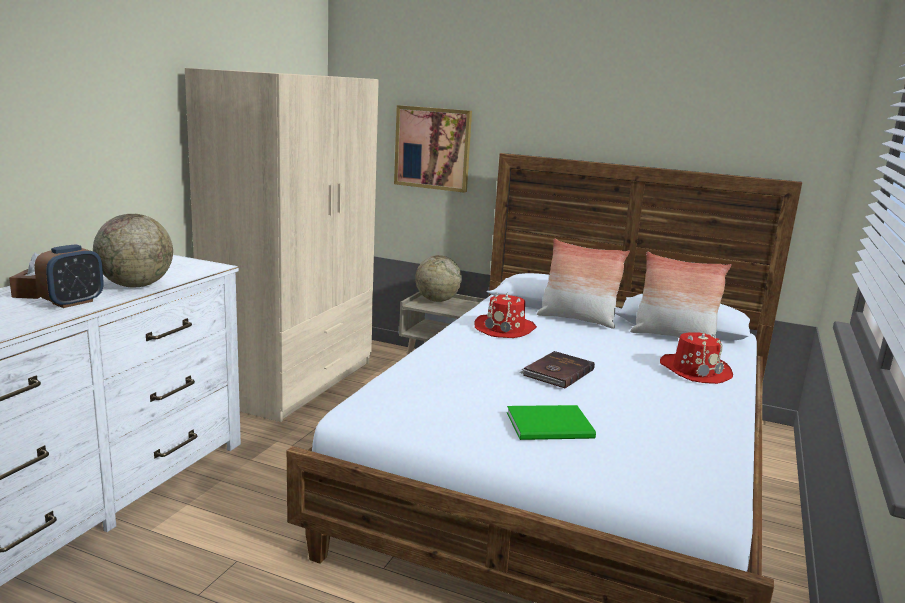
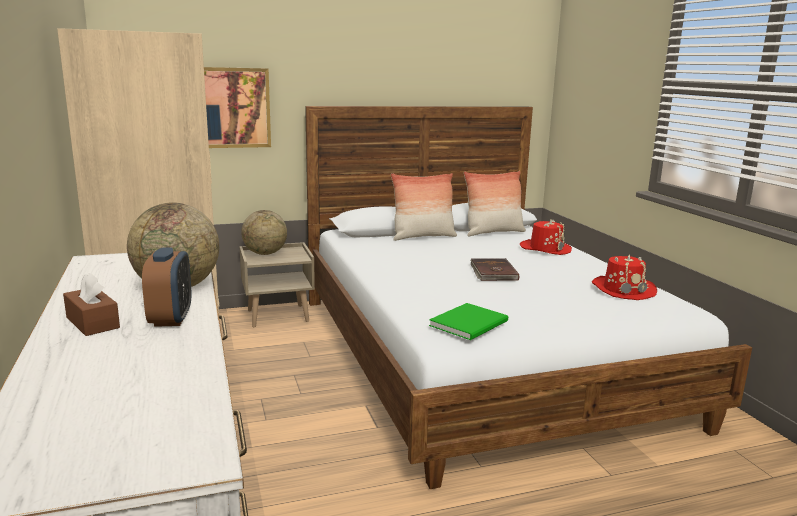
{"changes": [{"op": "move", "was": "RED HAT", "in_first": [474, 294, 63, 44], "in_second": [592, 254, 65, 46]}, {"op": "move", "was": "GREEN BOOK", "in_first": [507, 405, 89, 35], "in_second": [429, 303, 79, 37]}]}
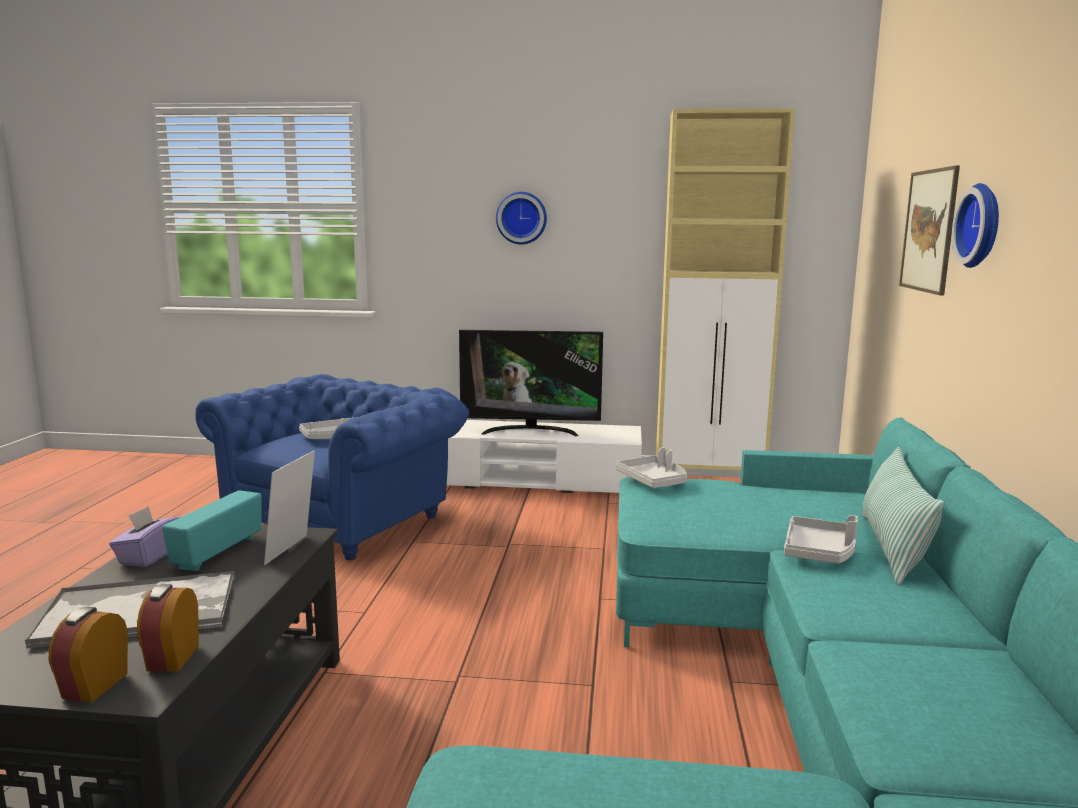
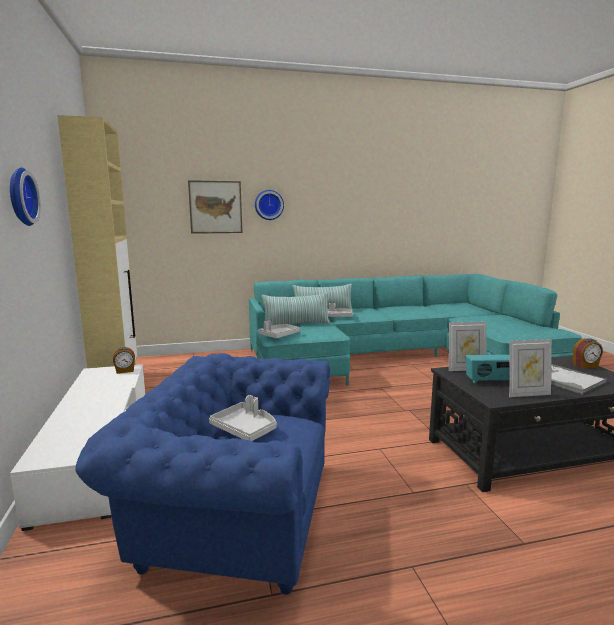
{"changes": [{"op": "delete", "was": "TELEVISION", "in_first": [459, 330, 144, 106]}, {"op": "replace", "was": "PURPLE TISSUE BOX", "now": "PICTURE FRAME", "in_first": [109, 506, 71, 61], "in_second": [509, 339, 43, 58]}, {"op": "move", "was": "ALARM CLOCK", "in_first": [137, 584, 62, 87], "in_second": [113, 347, 22, 27]}, {"op": "insert", "now": "PILLOW", "in_second": [261, 292, 69, 35]}]}
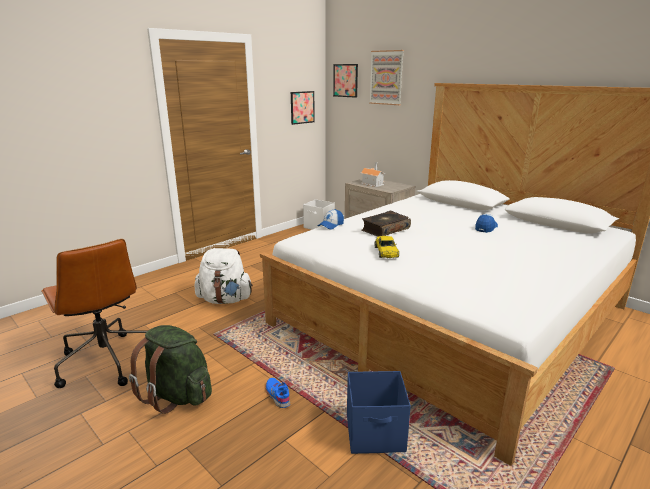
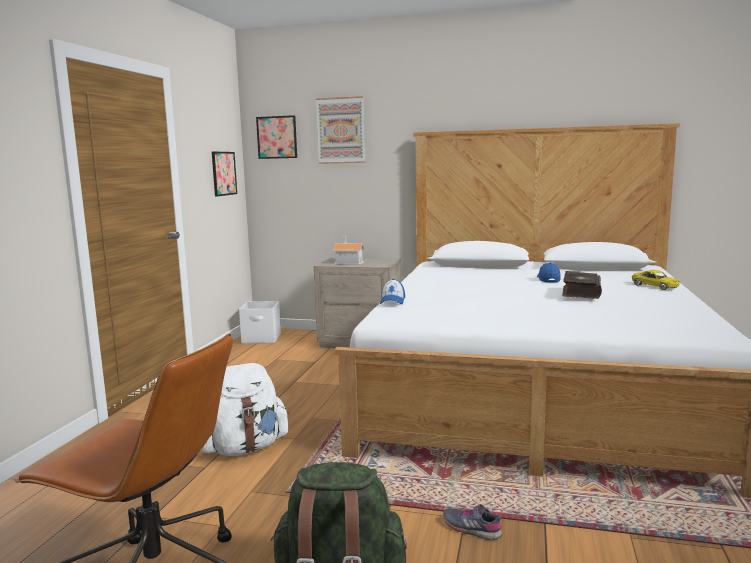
{"changes": [{"op": "move", "was": "BOOK", "in_first": [362, 211, 49, 26], "in_second": [562, 271, 40, 28]}, {"op": "move", "was": "YELLOW TOY CAR", "in_first": [375, 236, 24, 22], "in_second": [632, 270, 48, 20]}, {"op": "delete", "was": "BLUE STORAGE BOX", "in_first": [347, 371, 64, 83]}, {"op": "recolor", "was": "BLUE SHOE", "now": "GREY SHOE", "in_first": [265, 378, 25, 30], "in_second": [443, 504, 59, 36]}]}
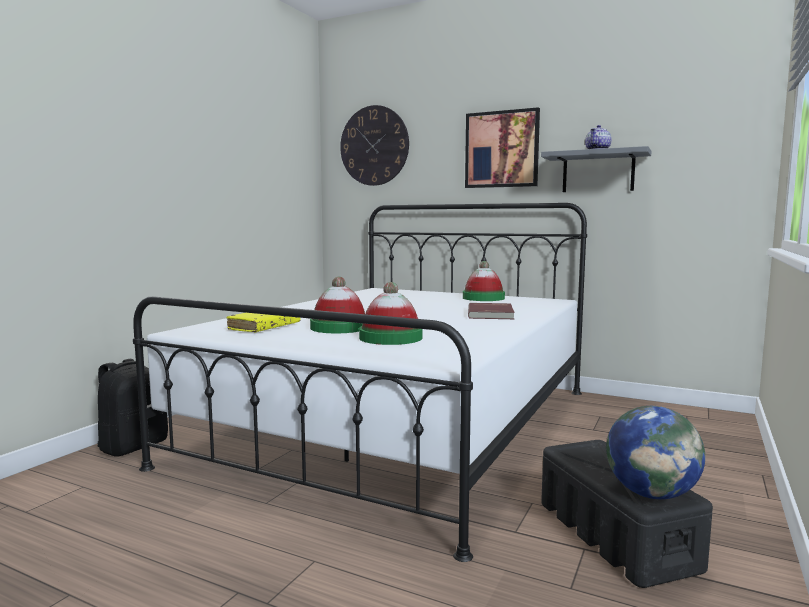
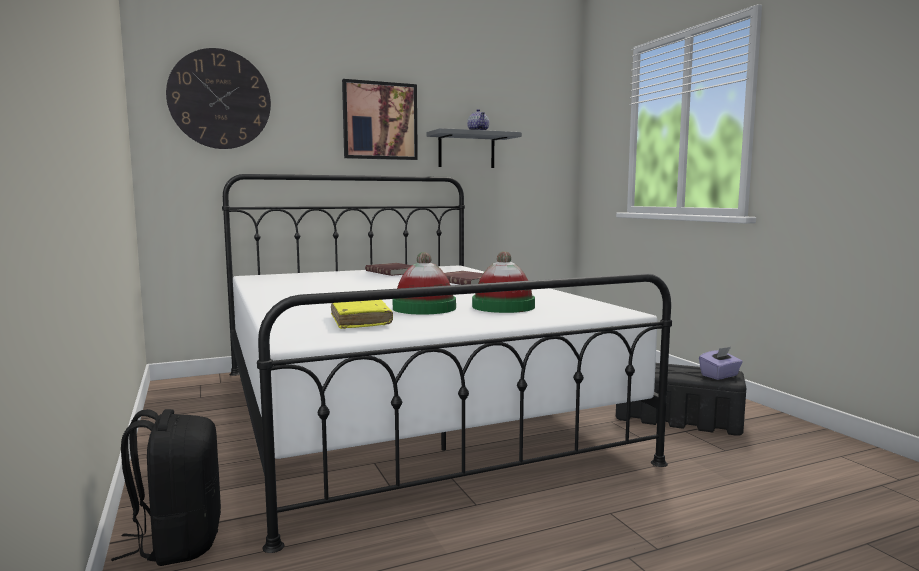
{"changes": [{"op": "replace", "was": "HAT", "now": "RED BOOK", "in_first": [463, 261, 42, 40], "in_second": [365, 263, 47, 13]}, {"op": "replace", "was": "GLOBE", "now": "PURPLE TISSUE BOX", "in_first": [606, 406, 99, 93], "in_second": [699, 347, 44, 33]}]}
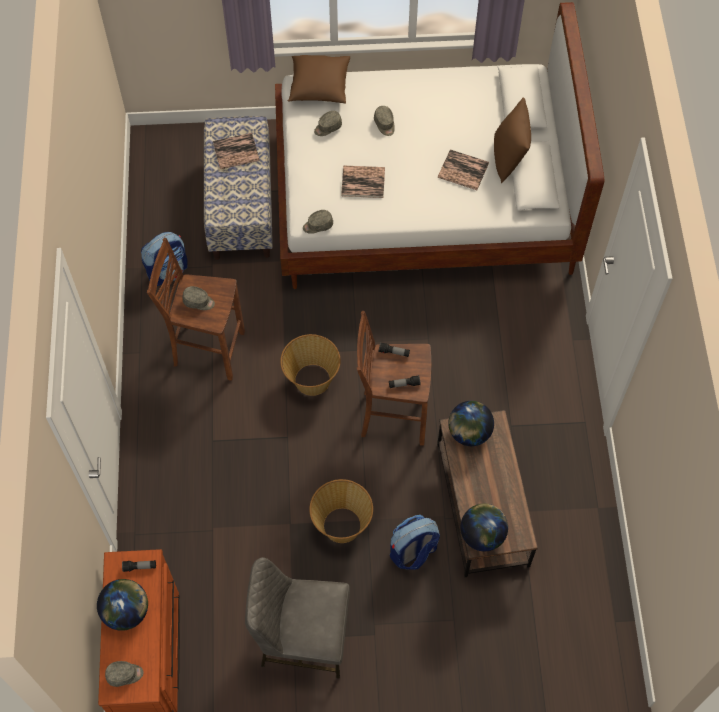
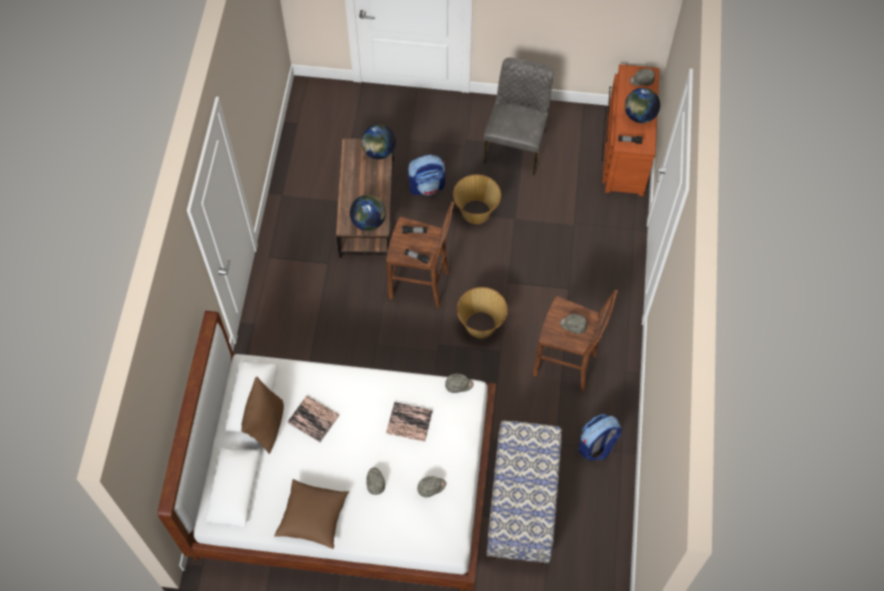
{"changes": [{"op": "move", "was": "BROWN PILLOW", "in_first": [288, 55, 62, 49], "in_second": [274, 479, 75, 70]}, {"op": "delete", "was": "BOOK", "in_first": [213, 133, 47, 36]}, {"op": "rotate", "was": "GREY CHAIR", "in_first": [245, 557, 105, 122], "in_second": [484, 58, 70, 117], "clockwise": -90}]}
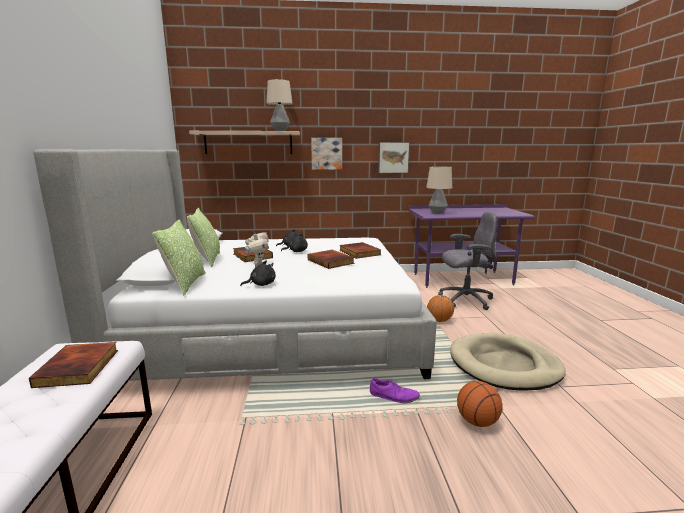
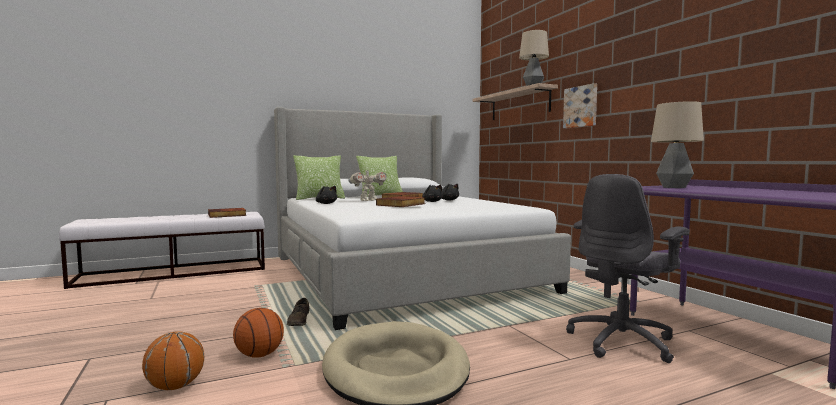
{"changes": [{"op": "delete", "was": "PICTURE", "in_first": [378, 142, 32, 31]}, {"op": "rotate", "was": "GREY OFFICE CHAIR", "in_first": [438, 212, 59, 98], "in_second": [566, 174, 124, 189], "clockwise": 75}, {"op": "delete", "was": "BOOK", "in_first": [339, 242, 42, 17]}, {"op": "move", "was": "BASKETBALL", "in_first": [427, 295, 27, 27], "in_second": [142, 331, 62, 59]}, {"op": "recolor", "was": "PURPLE SHOE", "now": "BROWN SHOE", "in_first": [370, 378, 50, 26], "in_second": [287, 298, 22, 28]}]}
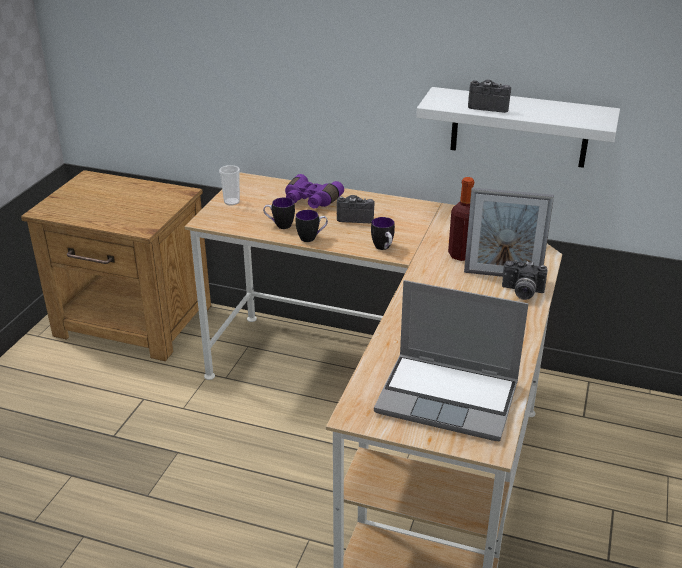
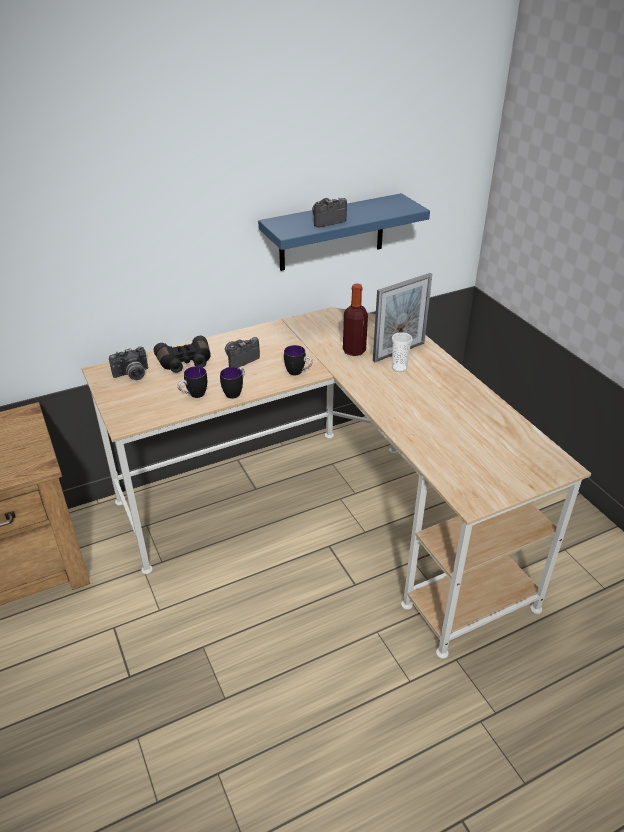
{"changes": [{"op": "recolor", "was": "WHITE SHELF", "now": "BLUE SHELF", "in_first": [416, 87, 204, 81], "in_second": [258, 193, 172, 78]}, {"op": "move", "was": "CUP", "in_first": [219, 165, 21, 40], "in_second": [392, 332, 21, 40]}, {"op": "recolor", "was": "PURPLE BINOCULARS", "now": "BLACK BINOCULARS", "in_first": [285, 174, 59, 35], "in_second": [154, 336, 57, 37]}, {"op": "move", "was": "PHOTO CAMERA", "in_first": [502, 260, 46, 40], "in_second": [109, 347, 39, 33]}, {"op": "delete", "was": "LAPTOP", "in_first": [374, 280, 154, 161]}]}
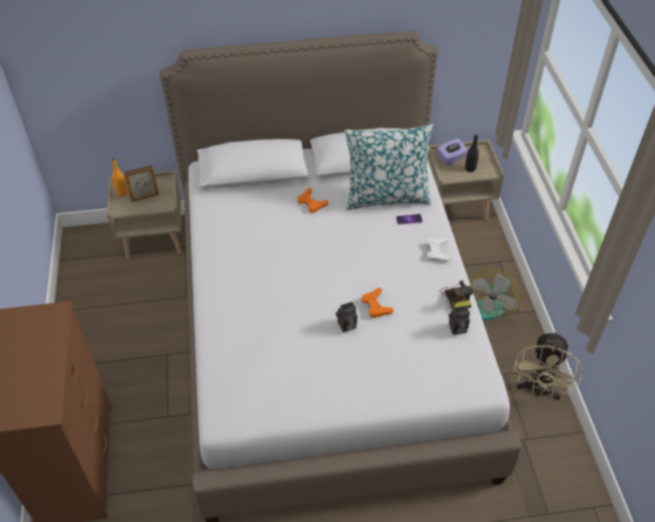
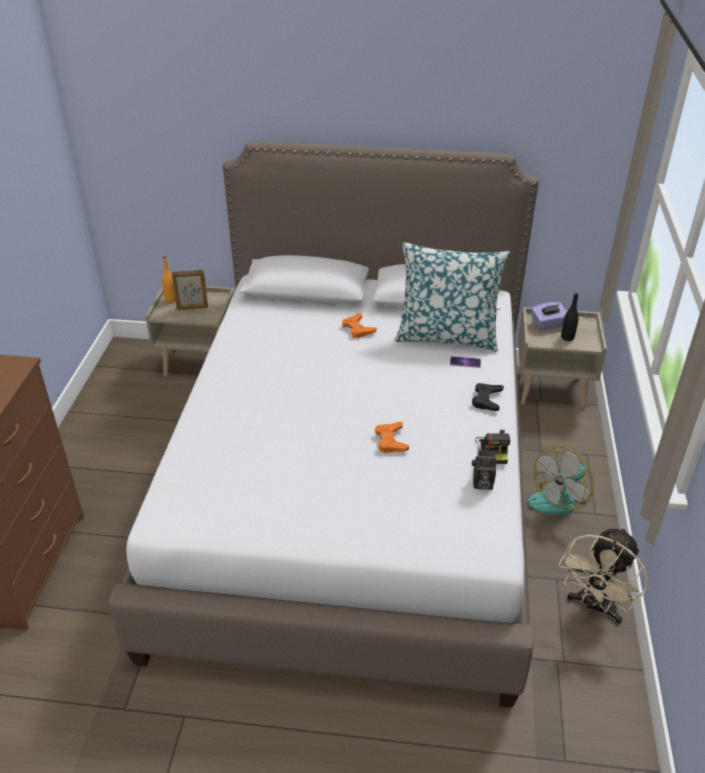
{"changes": [{"op": "recolor", "was": "WHITE GAME CONTROLLER", "now": "BLACK GAME CONTROLLER", "in_first": [426, 237, 25, 25], "in_second": [472, 383, 32, 28]}, {"op": "delete", "was": "PHOTO CAMERA", "in_first": [336, 302, 21, 30]}]}
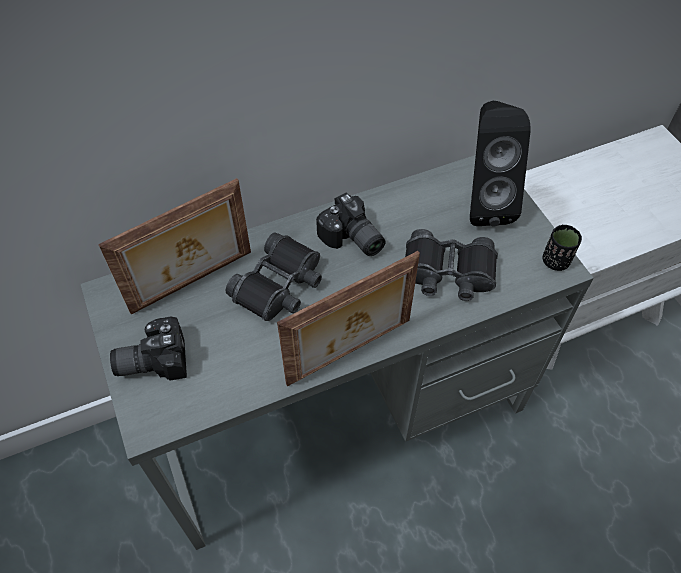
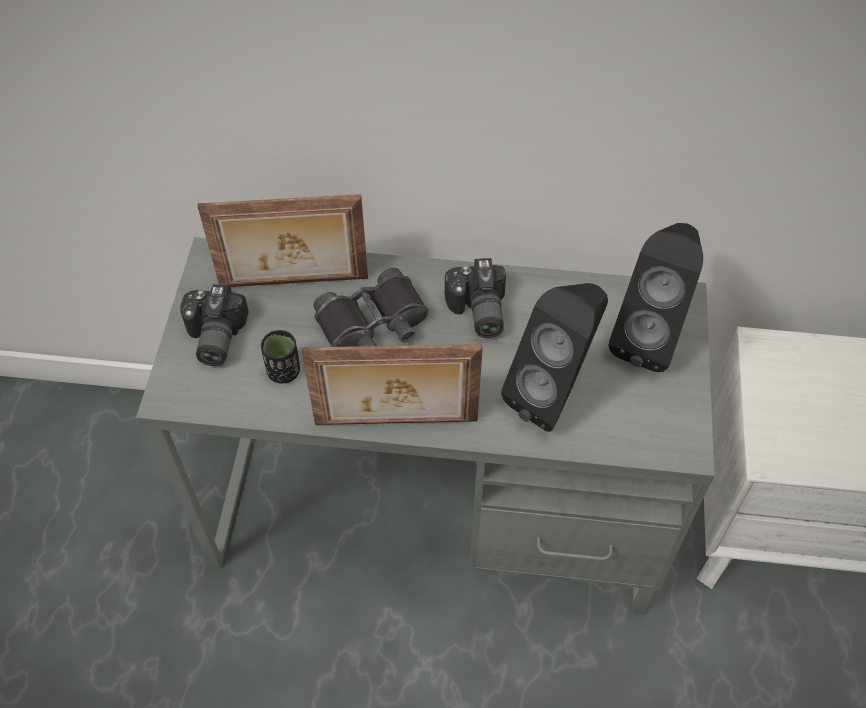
{"changes": [{"op": "move", "was": "BLACK CUP", "in_first": [543, 225, 39, 46], "in_second": [261, 330, 39, 54]}, {"op": "replace", "was": "BLACK BINOCULARS", "now": "BLACK SPEAKER", "in_first": [405, 229, 93, 72], "in_second": [501, 283, 107, 149]}, {"op": "rotate", "was": "PHOTO CAMERA", "in_first": [110, 317, 77, 63], "in_second": [180, 284, 69, 82], "clockwise": -105}]}
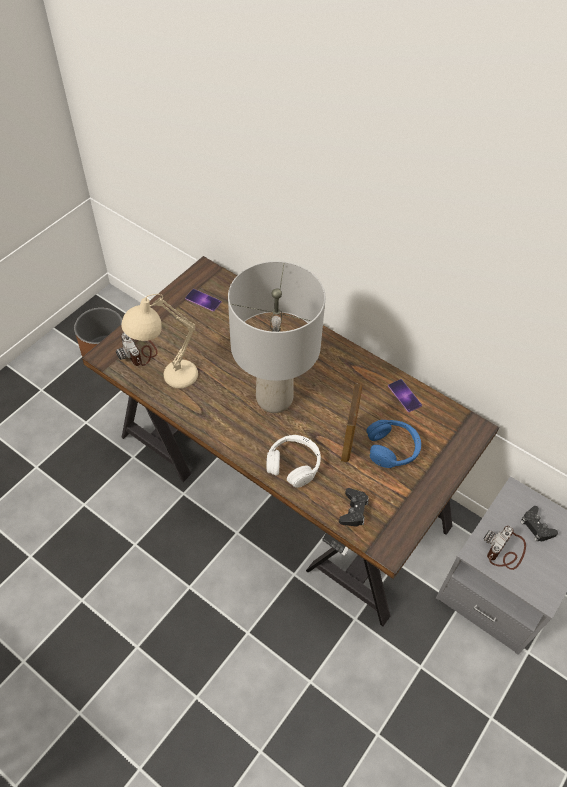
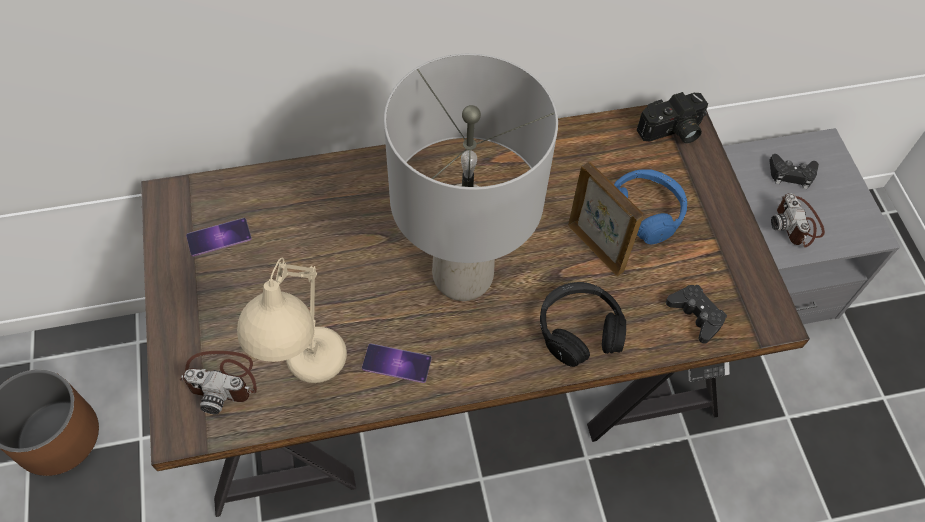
{"changes": [{"op": "move", "was": "PHONE", "in_first": [388, 379, 34, 33], "in_second": [362, 344, 70, 39]}, {"op": "recolor", "was": "WHITE HEADPHONES", "now": "BLACK HEADPHONES", "in_first": [266, 435, 55, 53], "in_second": [540, 282, 86, 85]}, {"op": "insert", "now": "PHOTO CAMERA", "in_second": [637, 92, 71, 52]}]}
